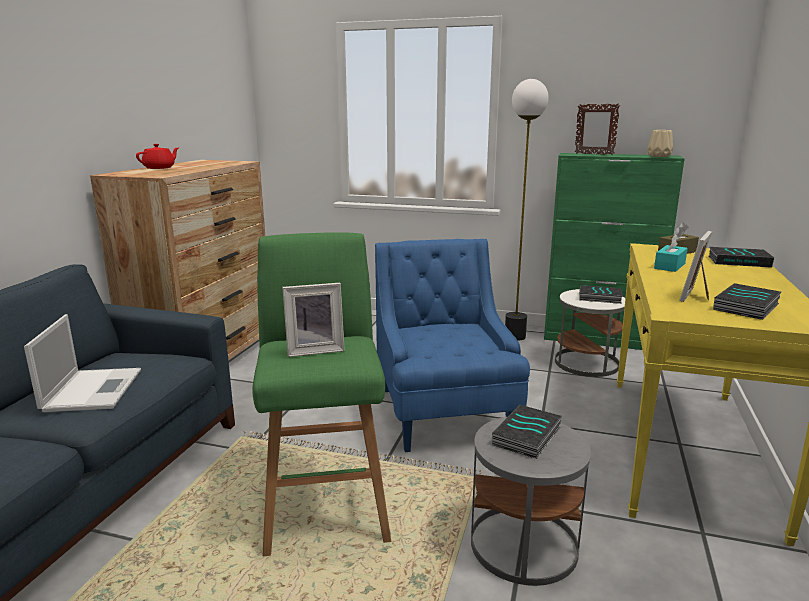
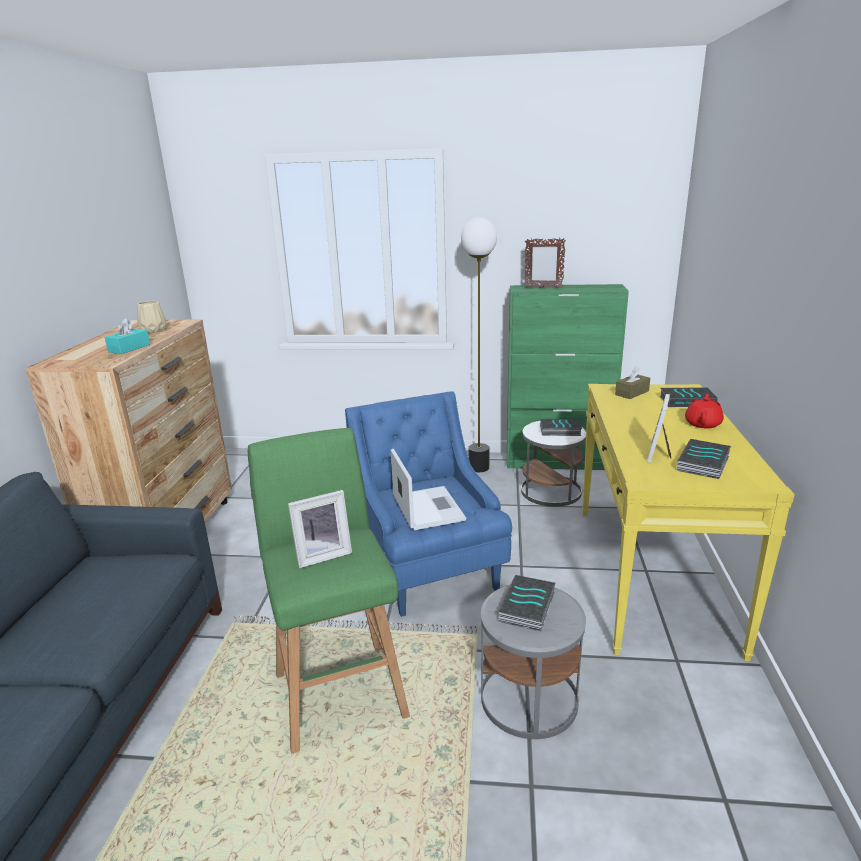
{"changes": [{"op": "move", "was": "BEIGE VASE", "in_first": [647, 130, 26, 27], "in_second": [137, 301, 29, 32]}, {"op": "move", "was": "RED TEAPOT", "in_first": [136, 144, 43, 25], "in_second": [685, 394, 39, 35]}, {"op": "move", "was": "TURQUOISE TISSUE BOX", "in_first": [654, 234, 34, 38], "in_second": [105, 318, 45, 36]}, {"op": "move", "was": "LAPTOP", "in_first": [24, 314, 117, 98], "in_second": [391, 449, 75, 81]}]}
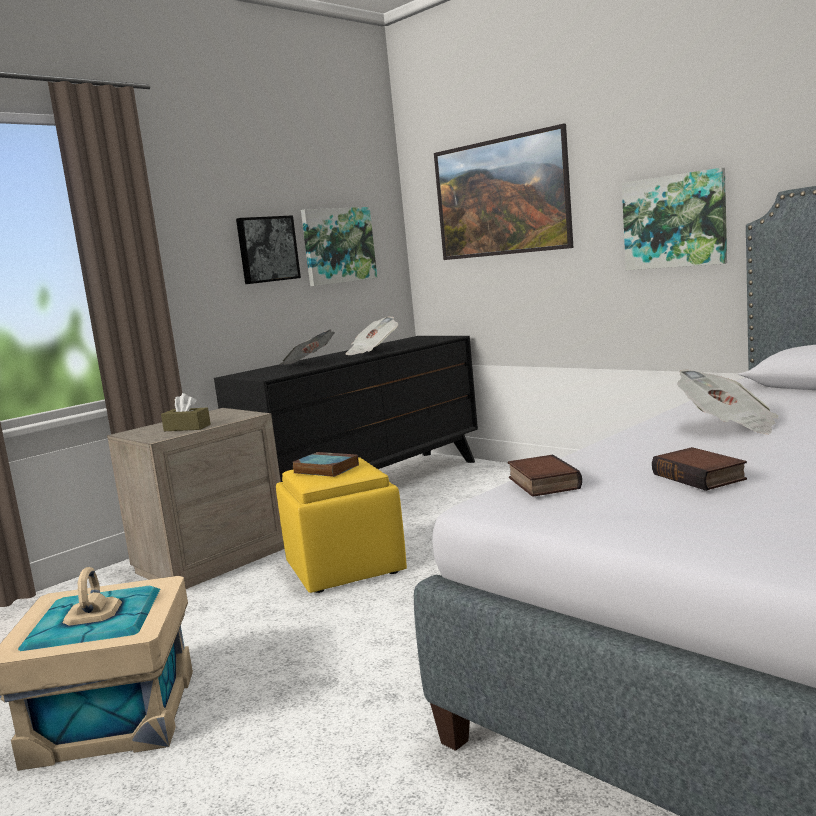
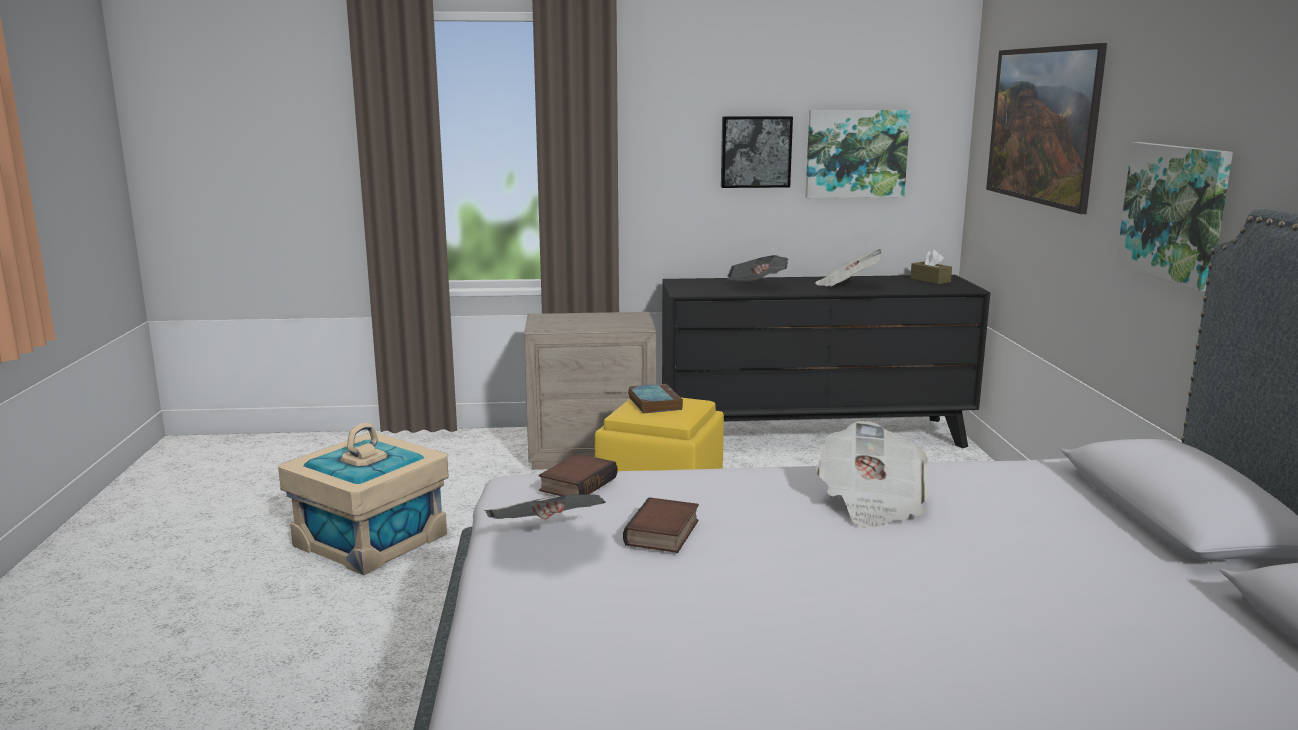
{"changes": [{"op": "move", "was": "BROWN TISSUE BOX", "in_first": [161, 393, 50, 38], "in_second": [911, 250, 41, 34]}, {"op": "insert", "now": "NEWSPAPER", "in_second": [484, 494, 122, 26]}]}
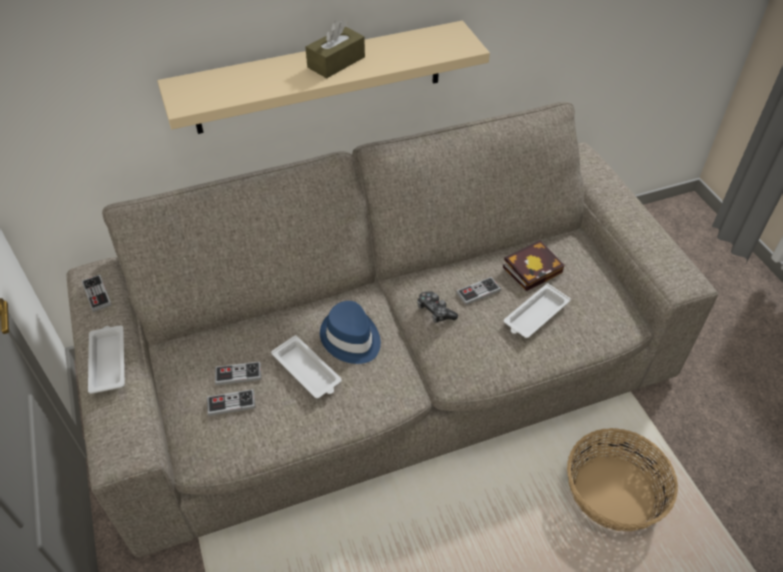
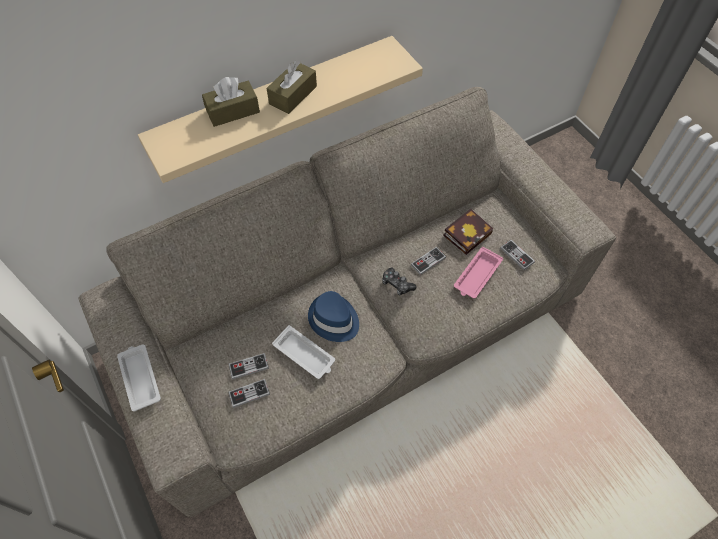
{"changes": [{"op": "move", "was": "GAME CONTROLLER", "in_first": [82, 274, 30, 38], "in_second": [500, 240, 35, 30]}, {"op": "recolor", "was": "WHITE TRAY", "now": "PINK TRAY", "in_first": [504, 283, 67, 55], "in_second": [454, 247, 49, 51]}, {"op": "delete", "was": "BASKET", "in_first": [567, 428, 111, 103]}, {"op": "insert", "now": "BROWN TISSUE BOX", "in_second": [202, 77, 58, 50]}]}
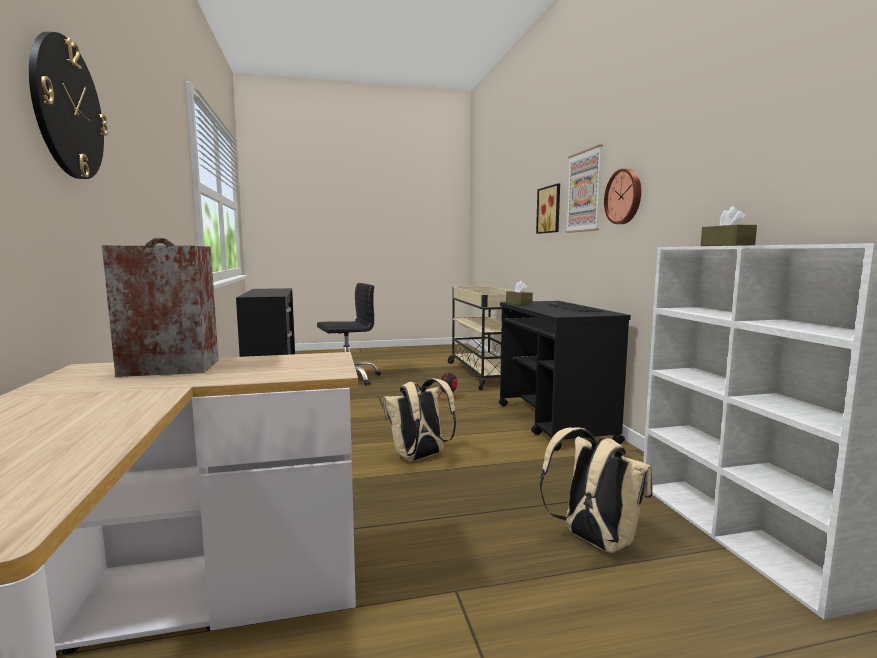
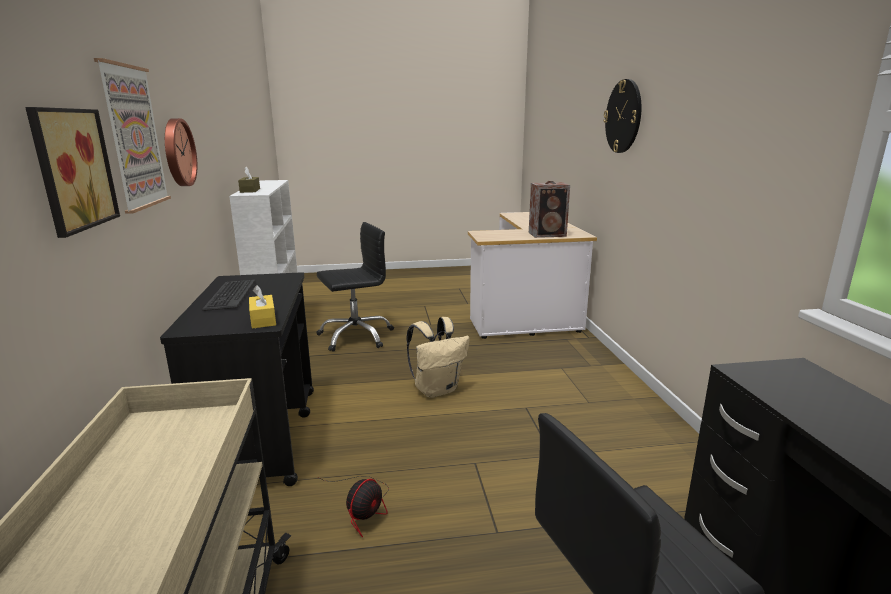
{"changes": [{"op": "recolor", "was": "BROWN TISSUE BOX", "now": "YELLOW TISSUE BOX", "in_first": [506, 281, 27, 24], "in_second": [249, 285, 27, 43]}, {"op": "replace", "was": "BEIGE BACKPACK", "now": "BLACK OFFICE CHAIR", "in_first": [540, 427, 113, 126], "in_second": [316, 222, 78, 130]}]}
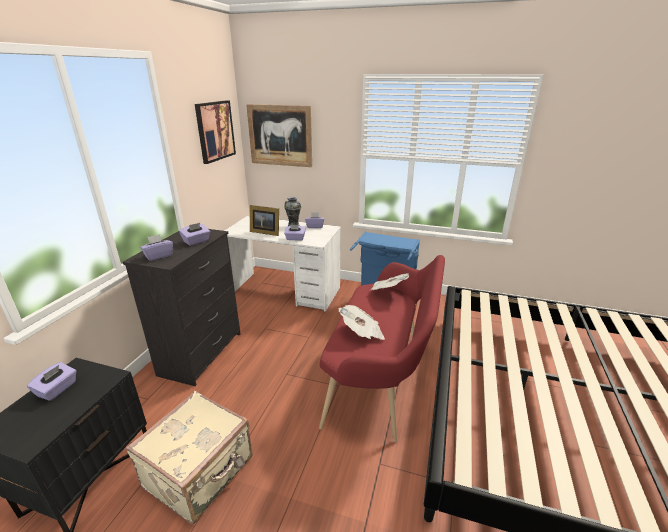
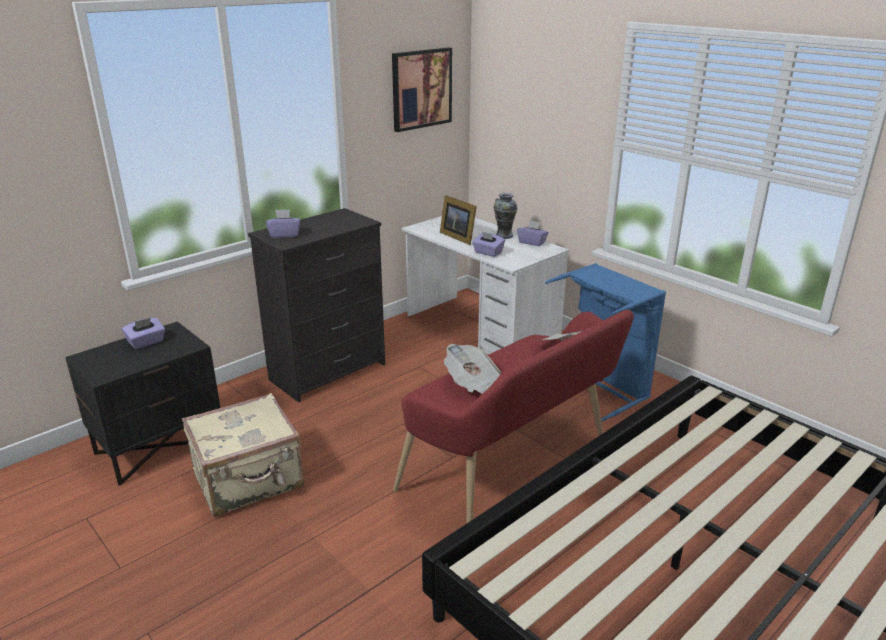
{"changes": [{"op": "delete", "was": "PICTURE", "in_first": [246, 104, 66, 63]}, {"op": "delete", "was": "PURPLE TISSUE BOX", "in_first": [179, 223, 31, 23]}]}
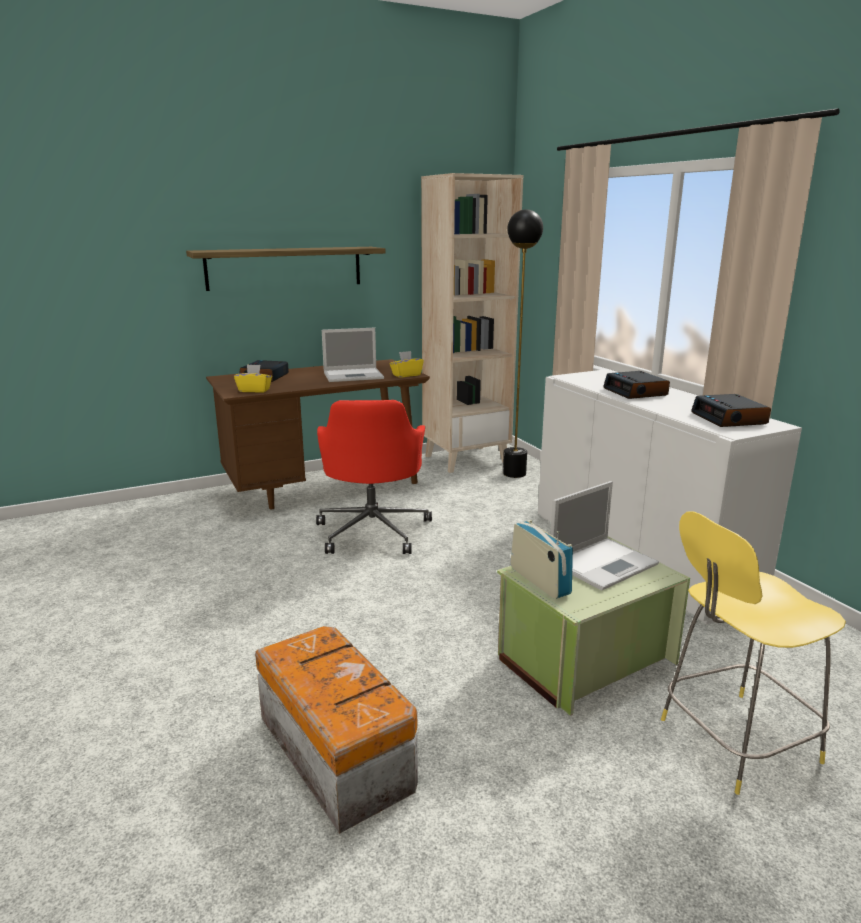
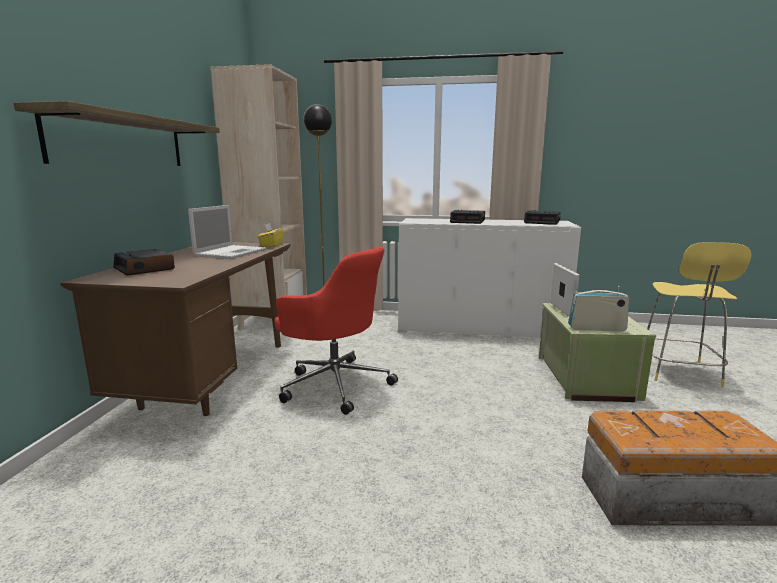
{"changes": [{"op": "delete", "was": "YELLOW TISSUE BOX", "in_first": [234, 364, 38, 29]}]}
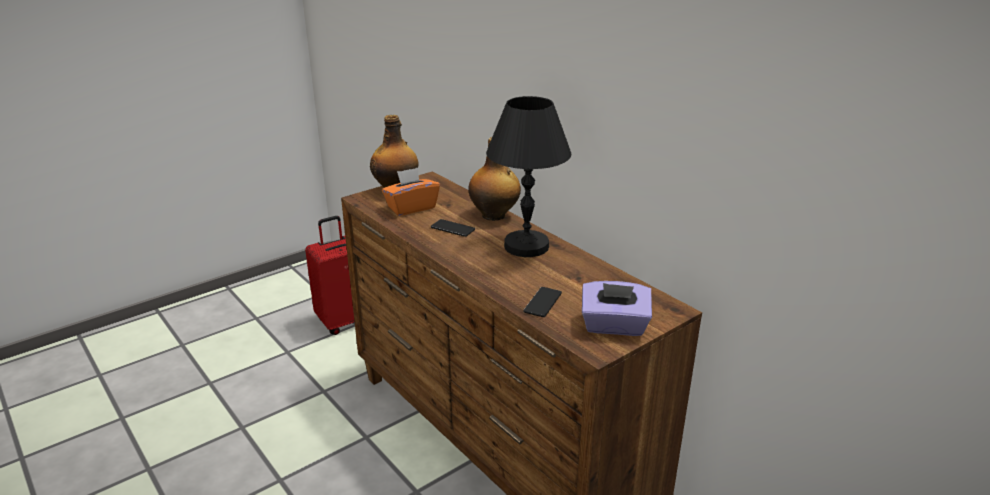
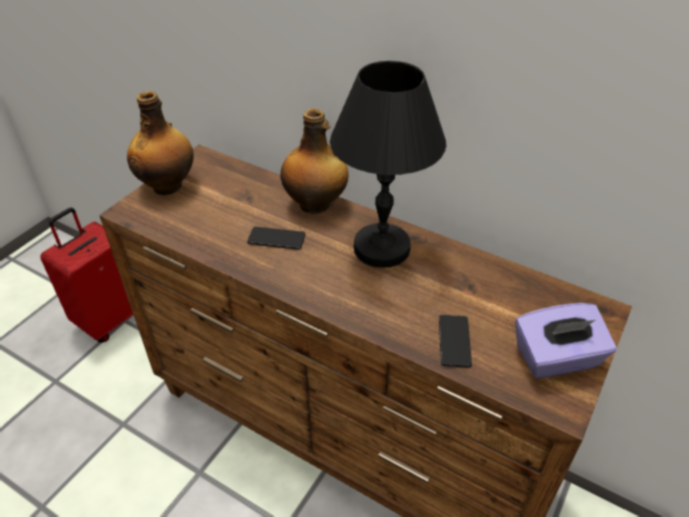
{"changes": [{"op": "delete", "was": "ORANGE TISSUE BOX", "in_first": [382, 168, 58, 48]}]}
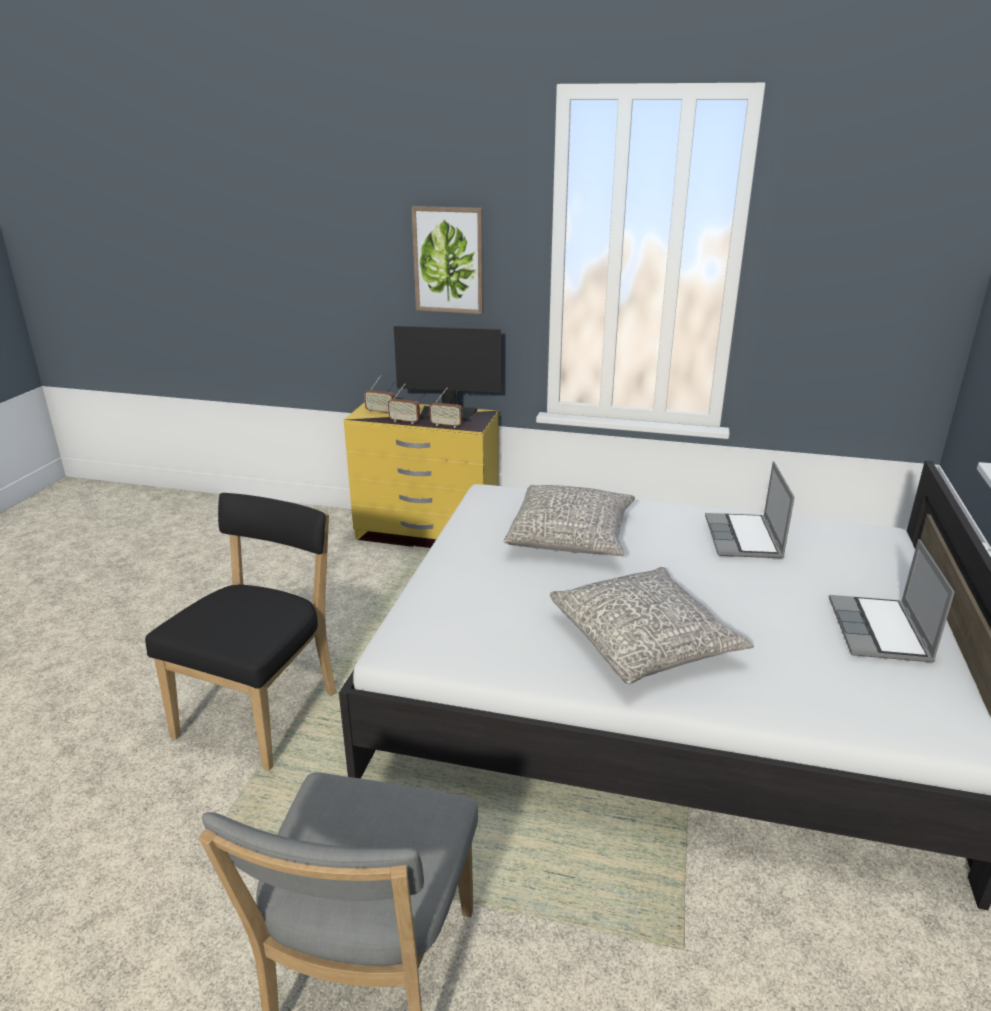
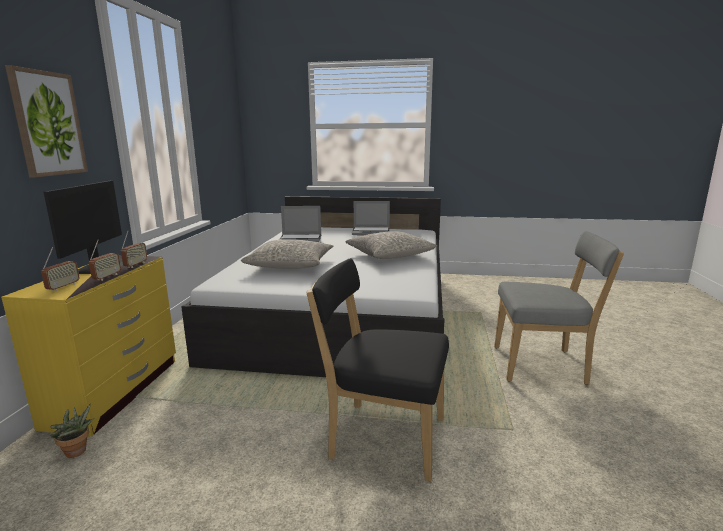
{"changes": [{"op": "insert", "now": "POTTED PLANT", "in_second": [50, 403, 44, 55]}]}
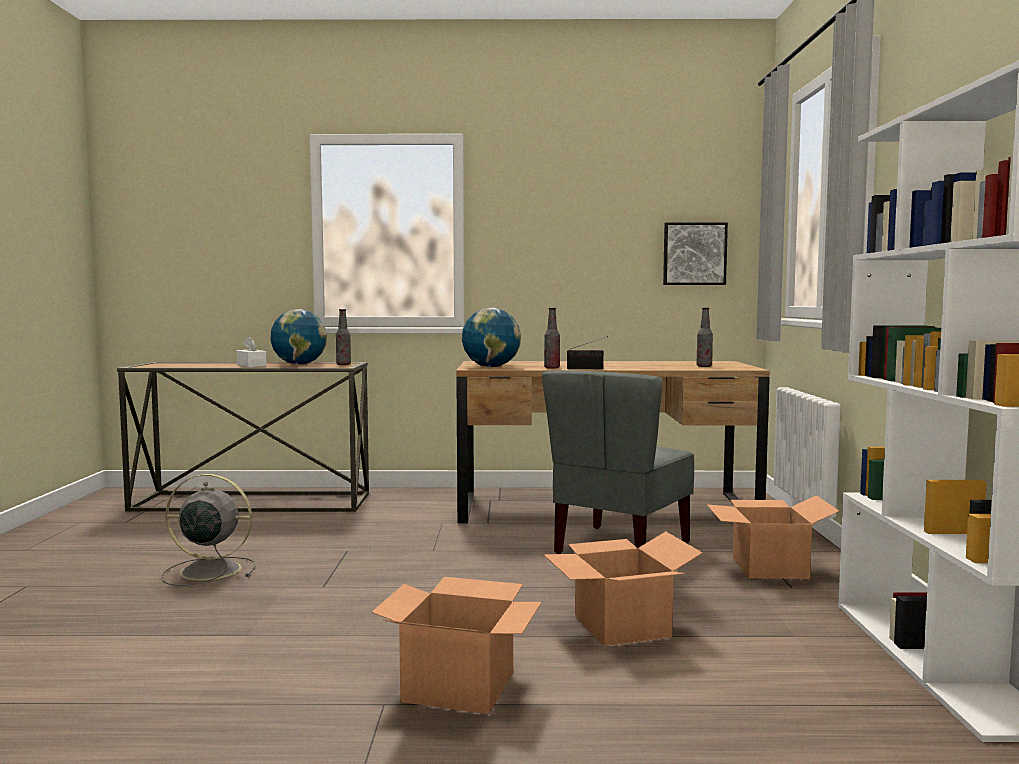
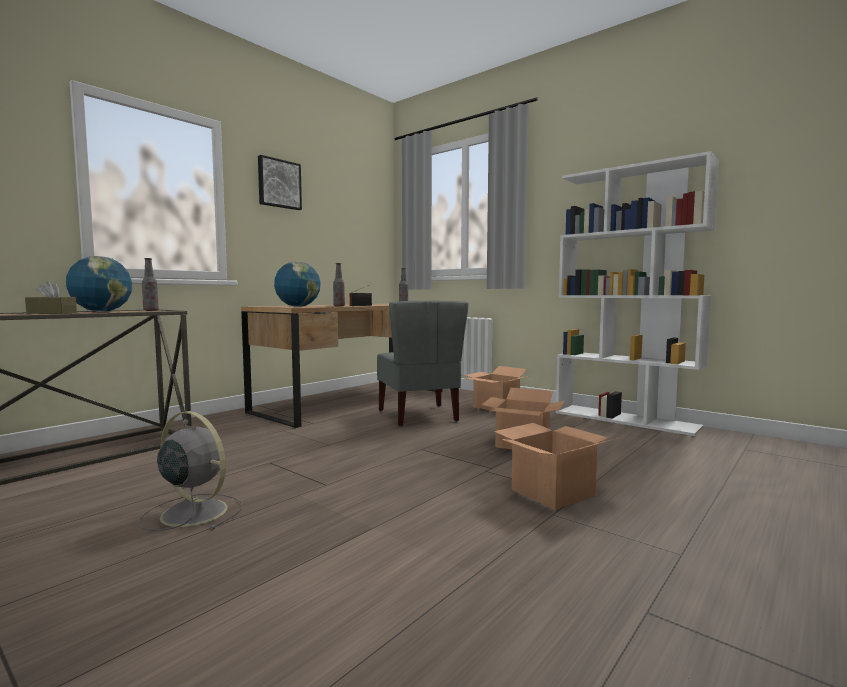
{"changes": [{"op": "move", "was": "PICTURE", "in_first": [663, 222, 65, 63], "in_second": [258, 155, 44, 55]}, {"op": "recolor", "was": "WHITE TISSUE BOX", "now": "BROWN TISSUE BOX", "in_first": [237, 336, 30, 31], "in_second": [25, 281, 52, 33]}, {"op": "rotate", "was": "GREY FAN", "in_first": [161, 474, 95, 112], "in_second": [138, 411, 104, 120], "clockwise": 75}]}
